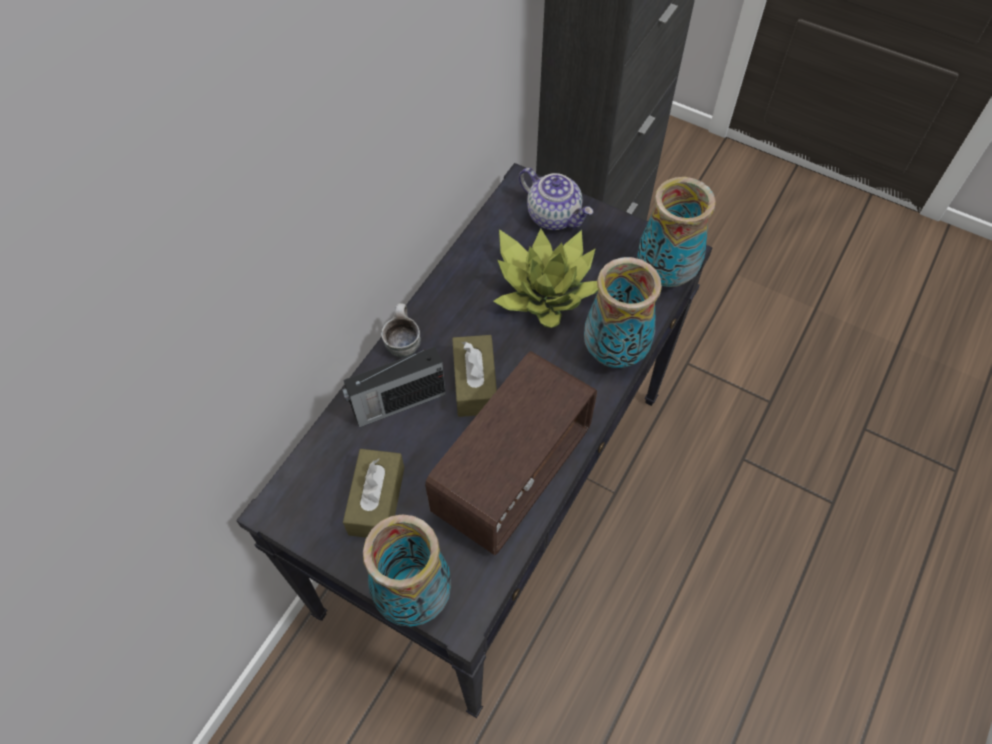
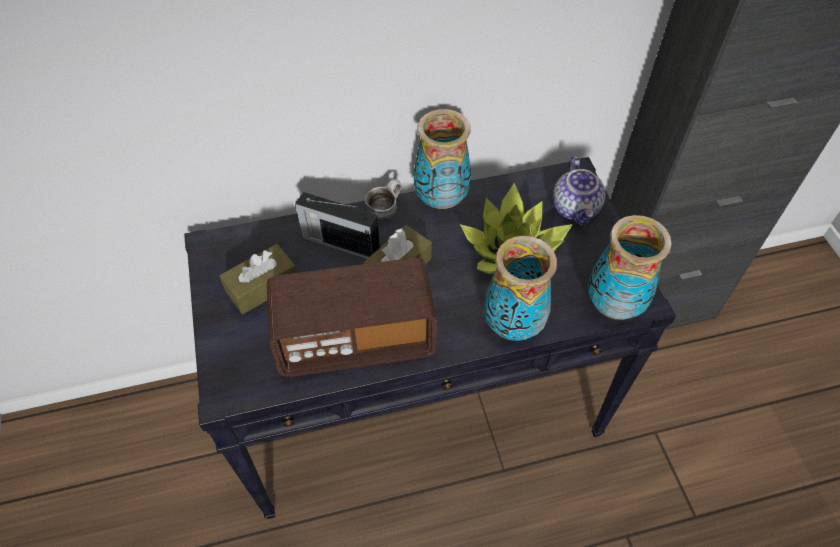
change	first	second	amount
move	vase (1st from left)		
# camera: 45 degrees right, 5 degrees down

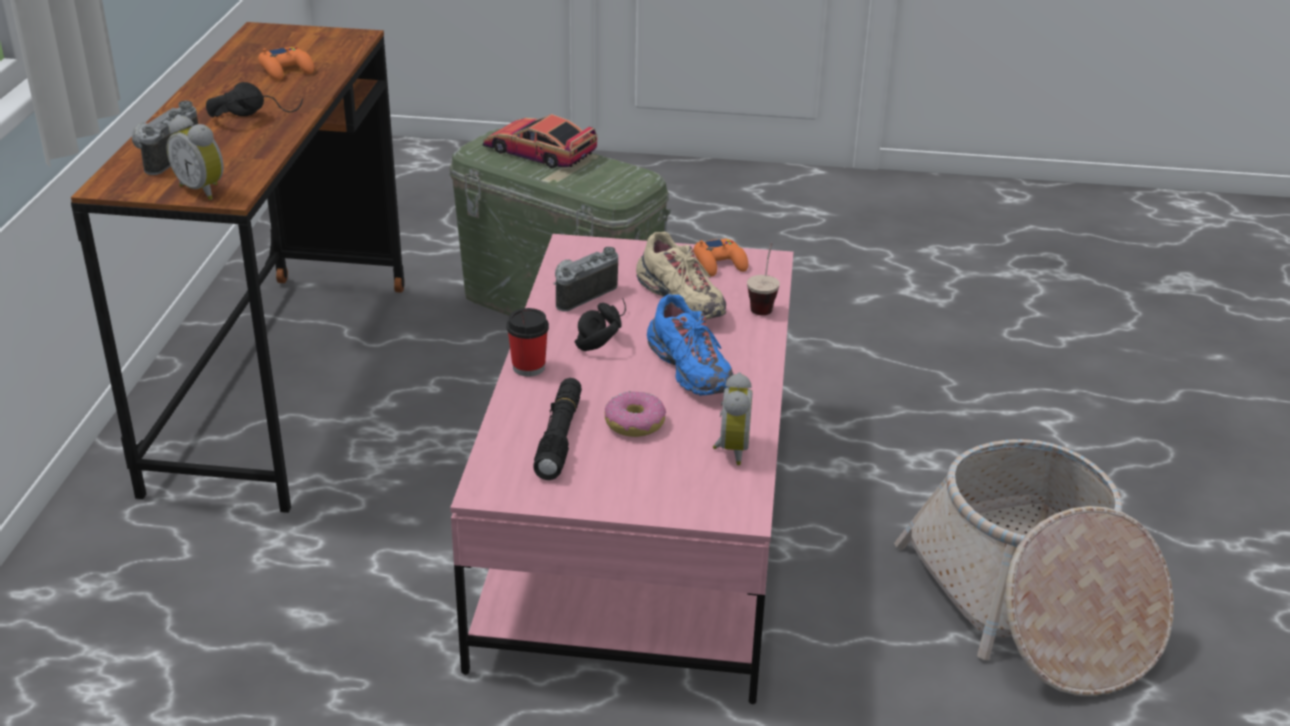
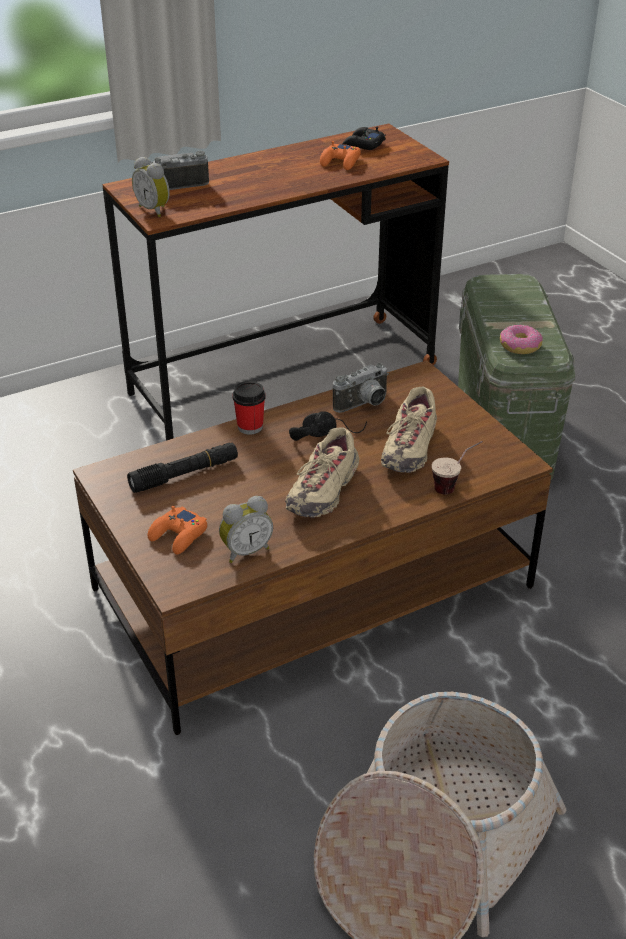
change	first	second	amount
delete	casque audio/noir (1st from left)		
delete	petite voiture		
insert		manette/noir	
move	beignet		
move	manette/orange (2nd from left in the first image)	manette/orange (1st from left)	
recolor	table basse/rose	table basse/marron	
recolor	chaussure/bleu	chaussure/beige (1st from left)	
rotate	réveil (1st from left)		45 degrees counterclockwise
rotate	appareil photo (2nd from left)		135 degrees clockwise
# camera: 55 degrees right, 5 degrees up

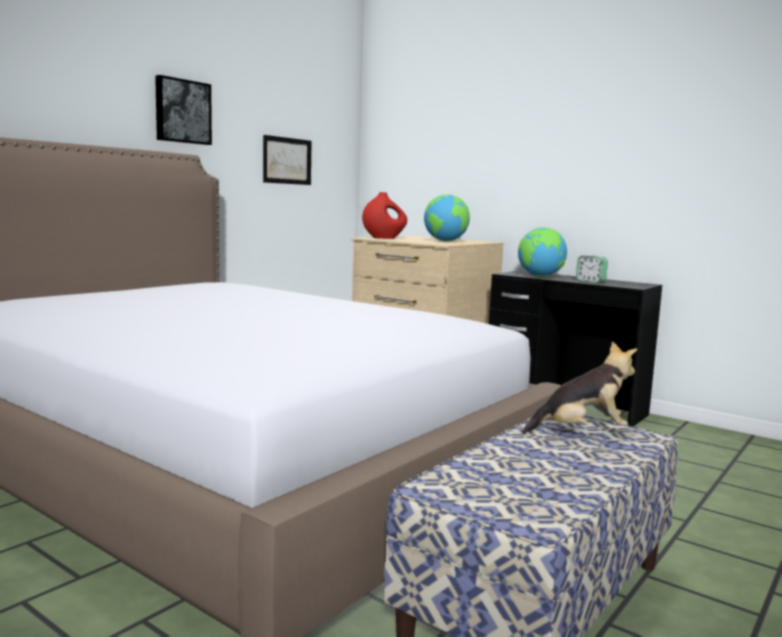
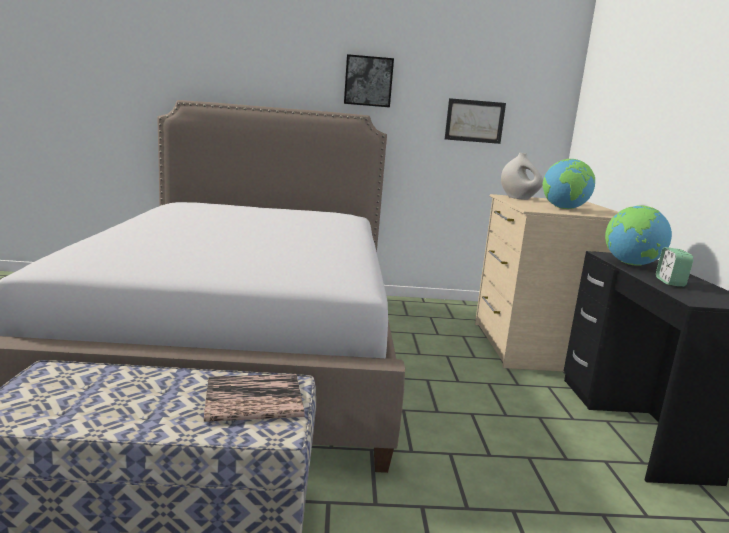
change	first	second	amount
replace	peluche	livre	
recolor	vase/rouge	vase/blanc	
# camera: 50 degrees right, 5 degrees up

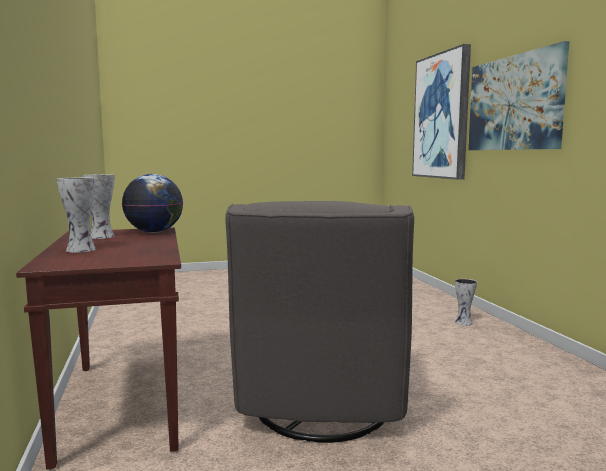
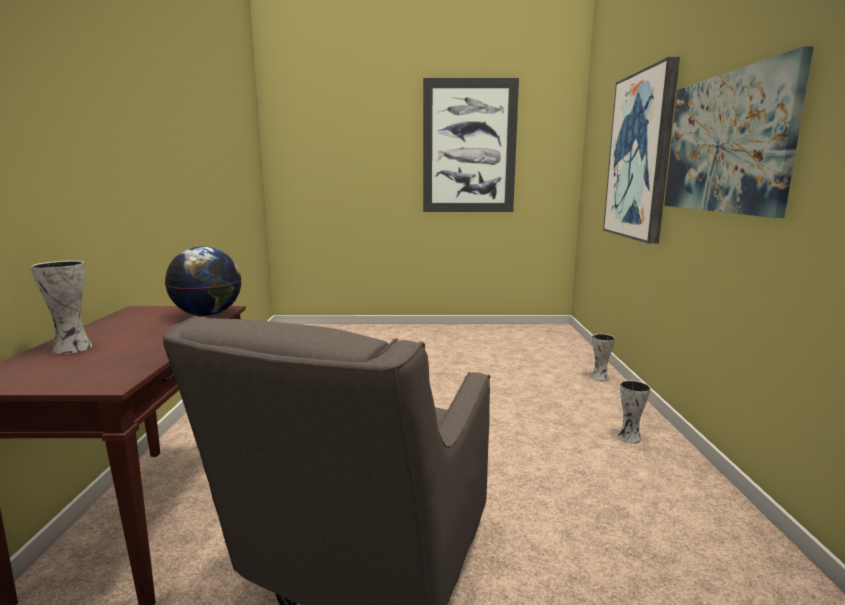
change	first	second	amount
insert		tableau (1st from left)	
move	vase (2nd from left)		
# camera: 15 degrees right, 5 degrees up

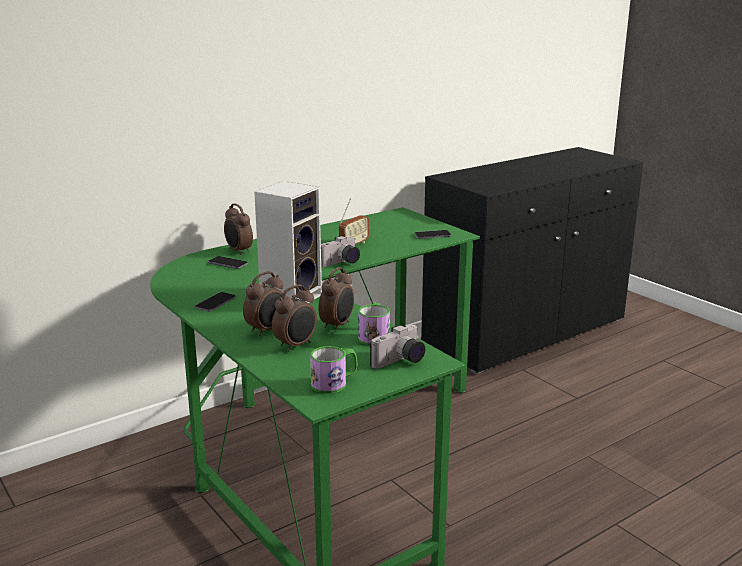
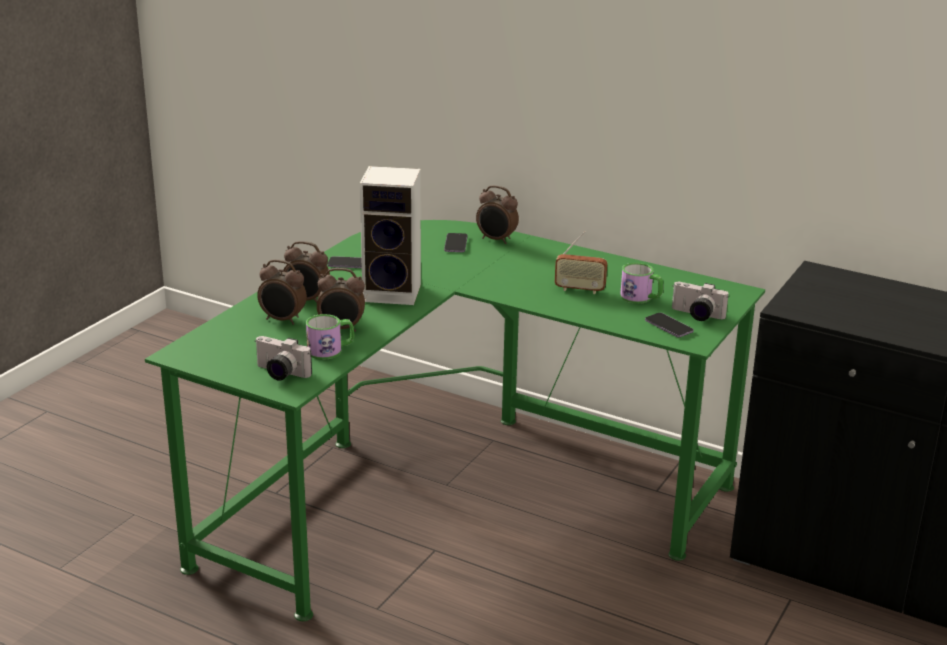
change	first	second	amount
move	mug (1st from left in the first image)	mug (2nd from left)	
move	appareil photo (1st from left in the first image)	appareil photo (2nd from left)	
rotate	réveil (1st from left in the first image)	réveil (4th from left)	90 degrees counterclockwise
# camera: 65 degrees right, 5 degrees up

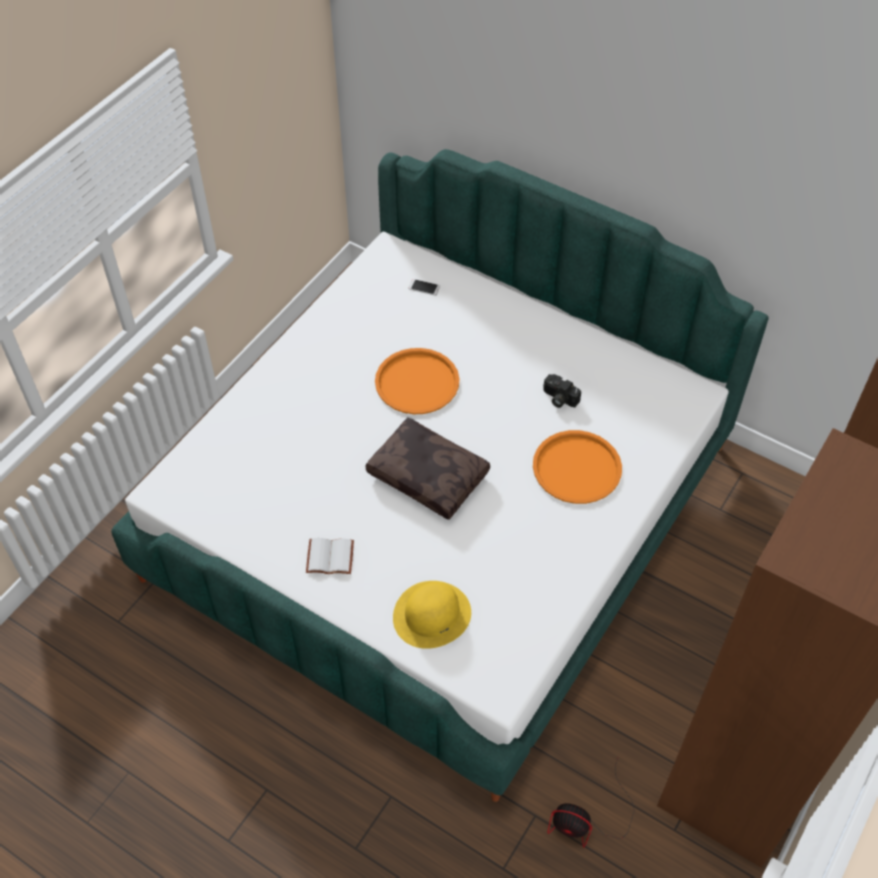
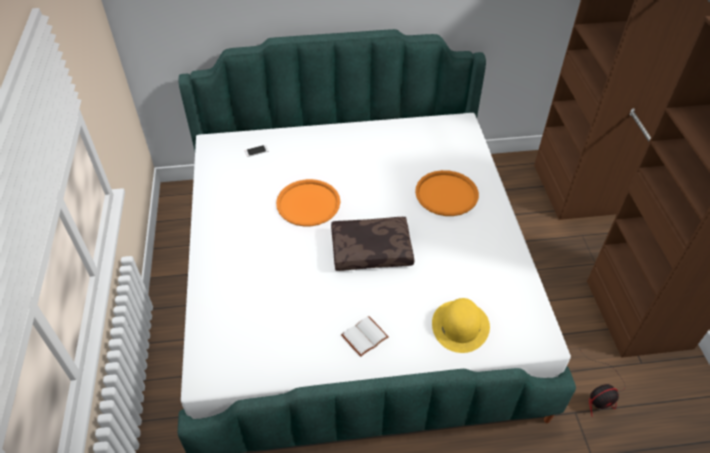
change	first	second	amount
delete	appareil photo		
# camera: 40 degrees left, 5 degrees down

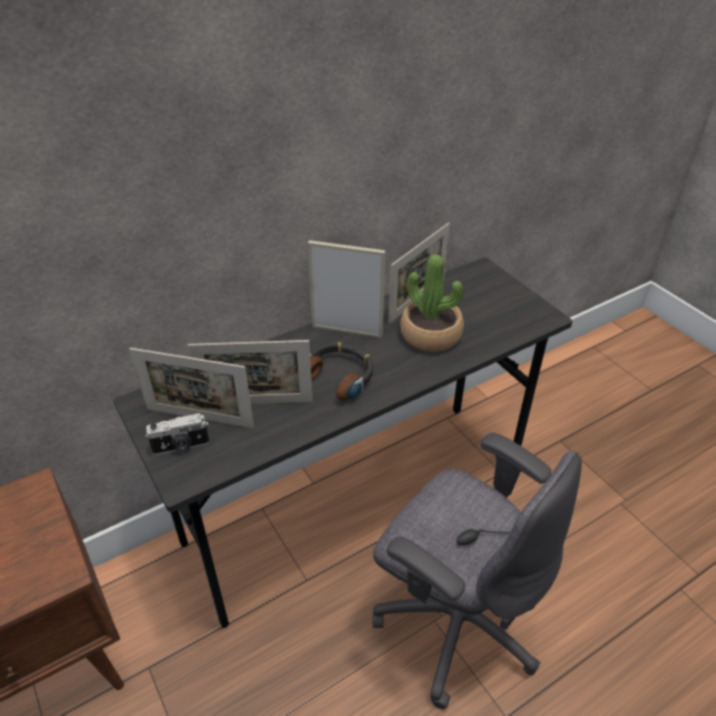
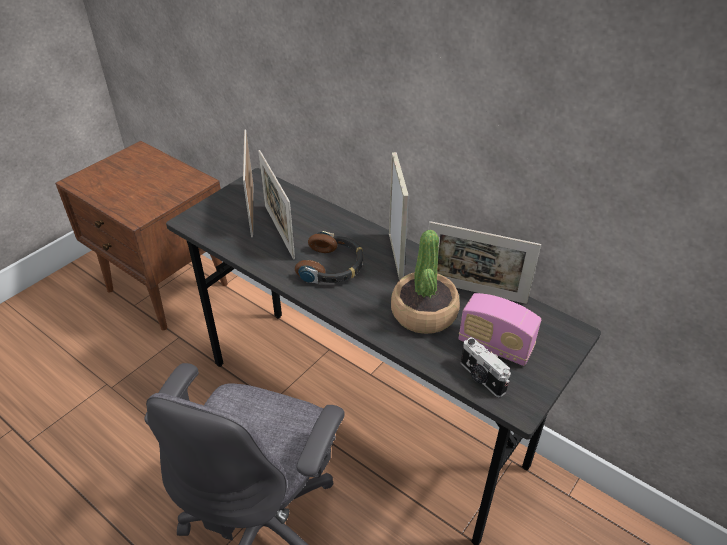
change	first	second	amount
insert		radio	
move	appareil photo		
# camera: 70 degrees right, 0 degrees up

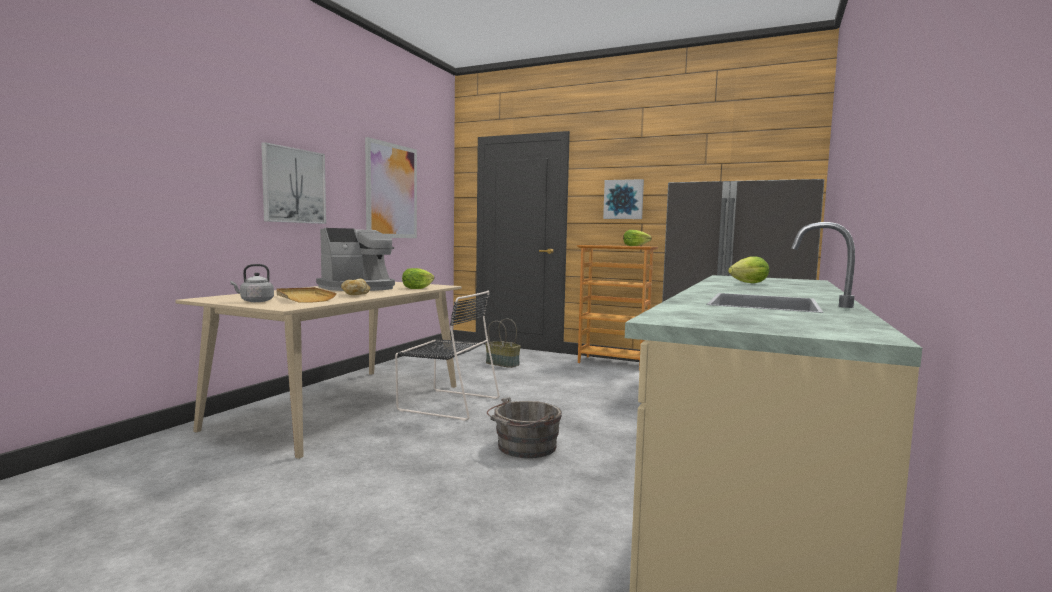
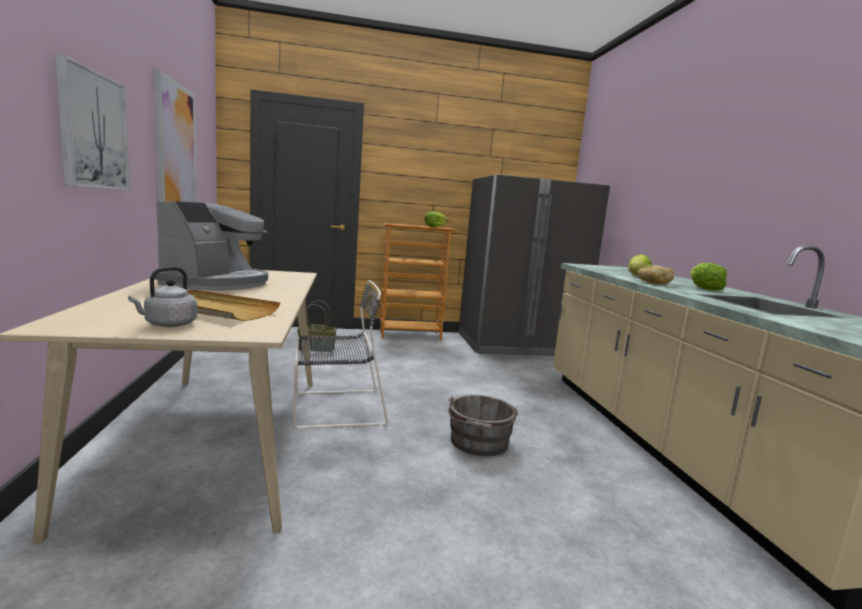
change	first	second	amount
delete	tableau (3rd from left)		
move	pain		
move	laitue (1st from left in the first image)	laitue (3rd from left)	
# camera: 35 degrees left, 5 degrees up

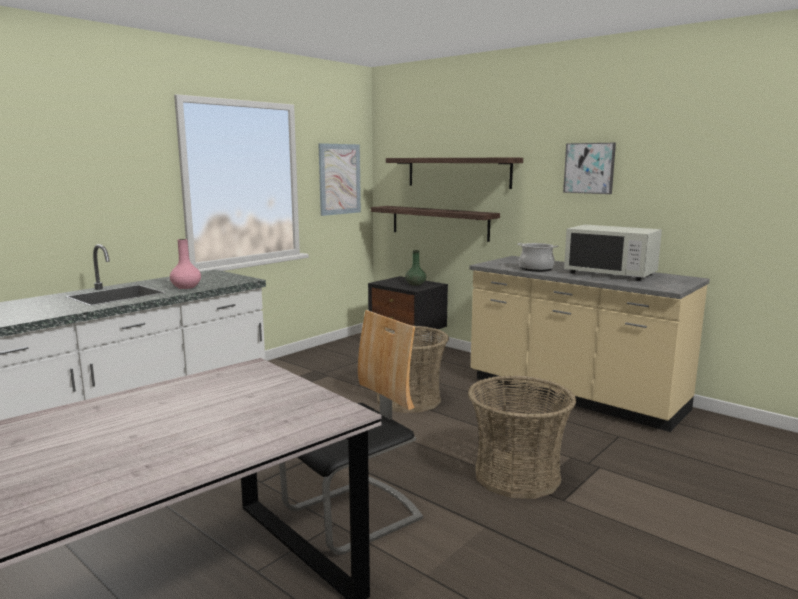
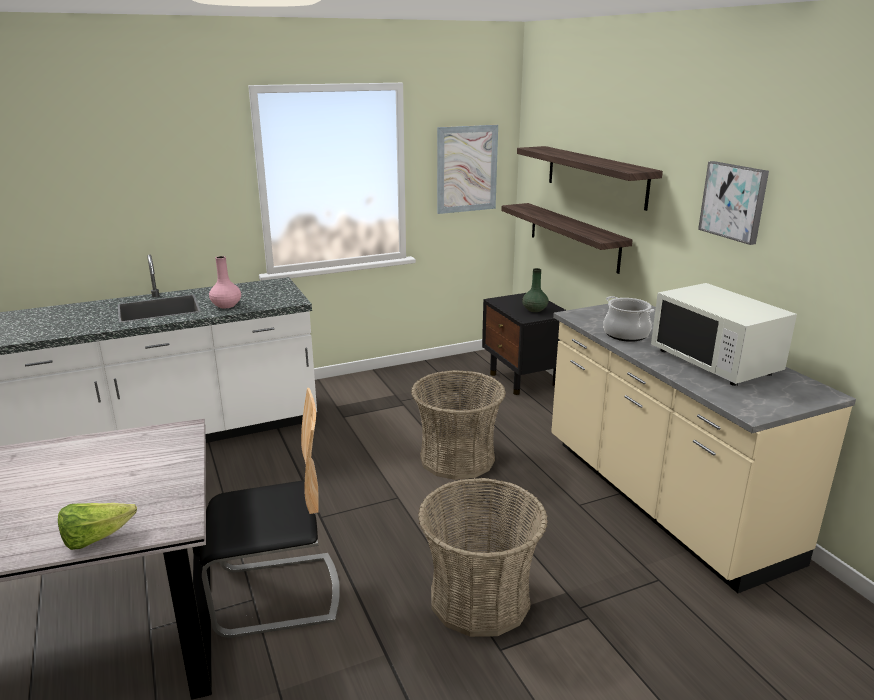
change	first	second	amount
insert		laitue	
# camera: 25 degrees right, 10 degrees up

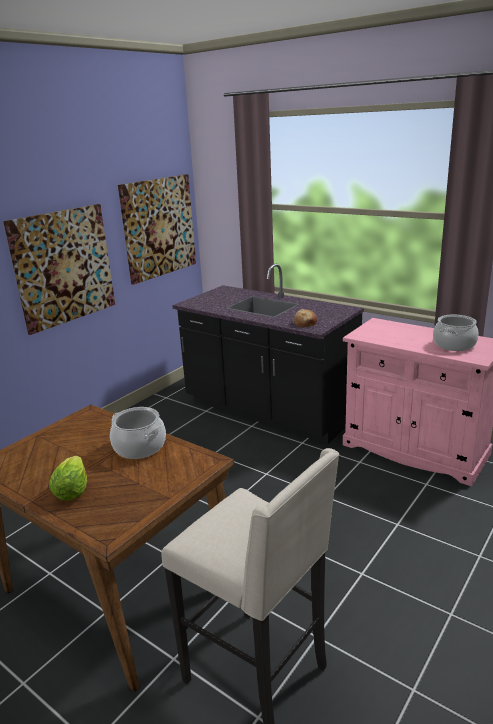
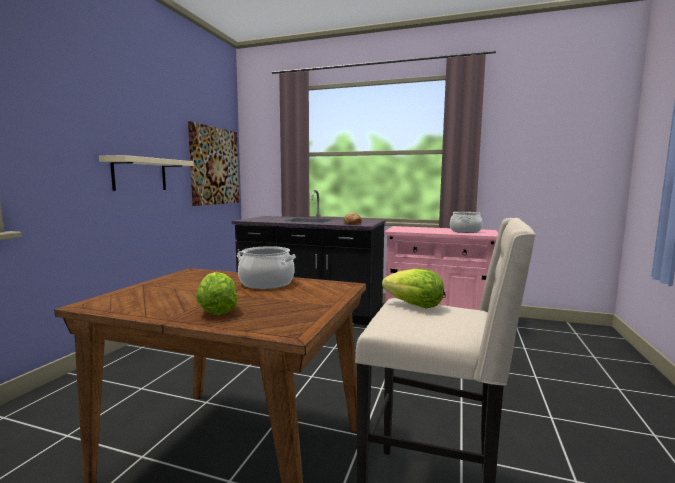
change	first	second	amount
insert		laitue (2nd from left)	
replace	tableau (1st from left)	étagère/beige	
# camera: 20 degrees left, 15 degrees down

